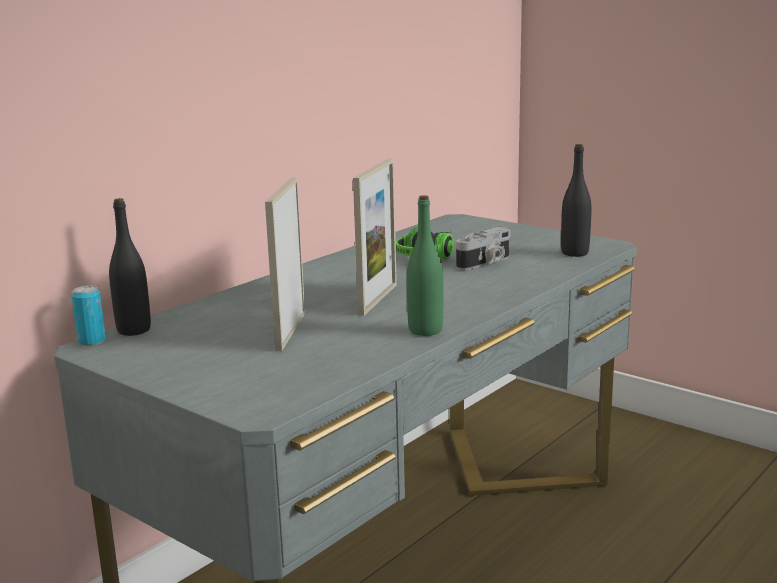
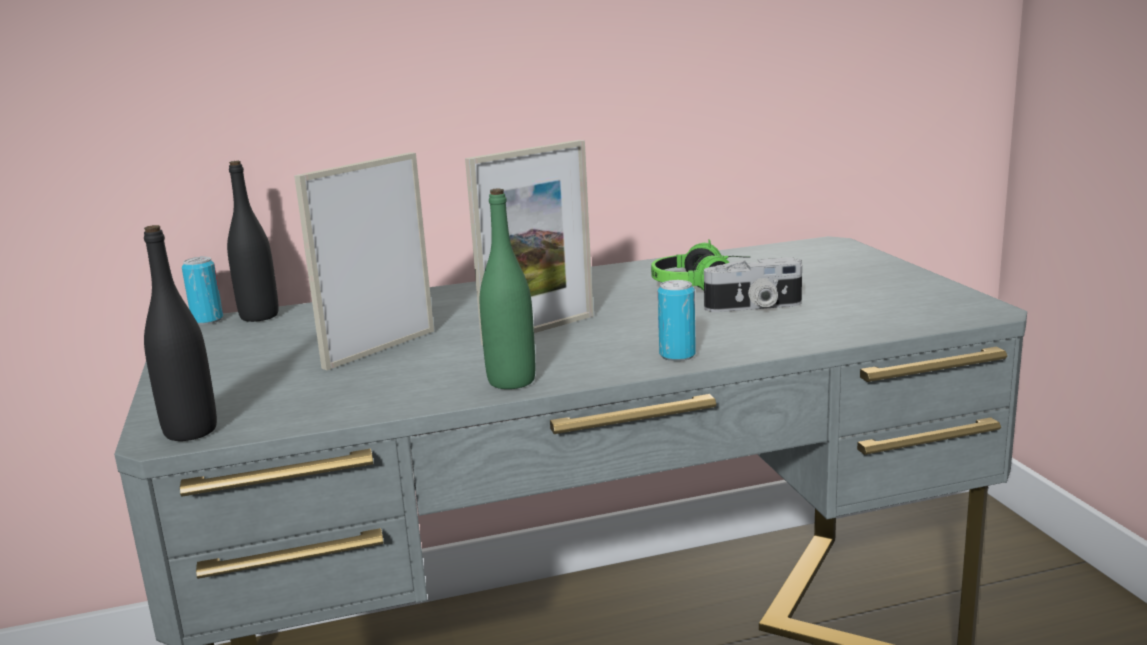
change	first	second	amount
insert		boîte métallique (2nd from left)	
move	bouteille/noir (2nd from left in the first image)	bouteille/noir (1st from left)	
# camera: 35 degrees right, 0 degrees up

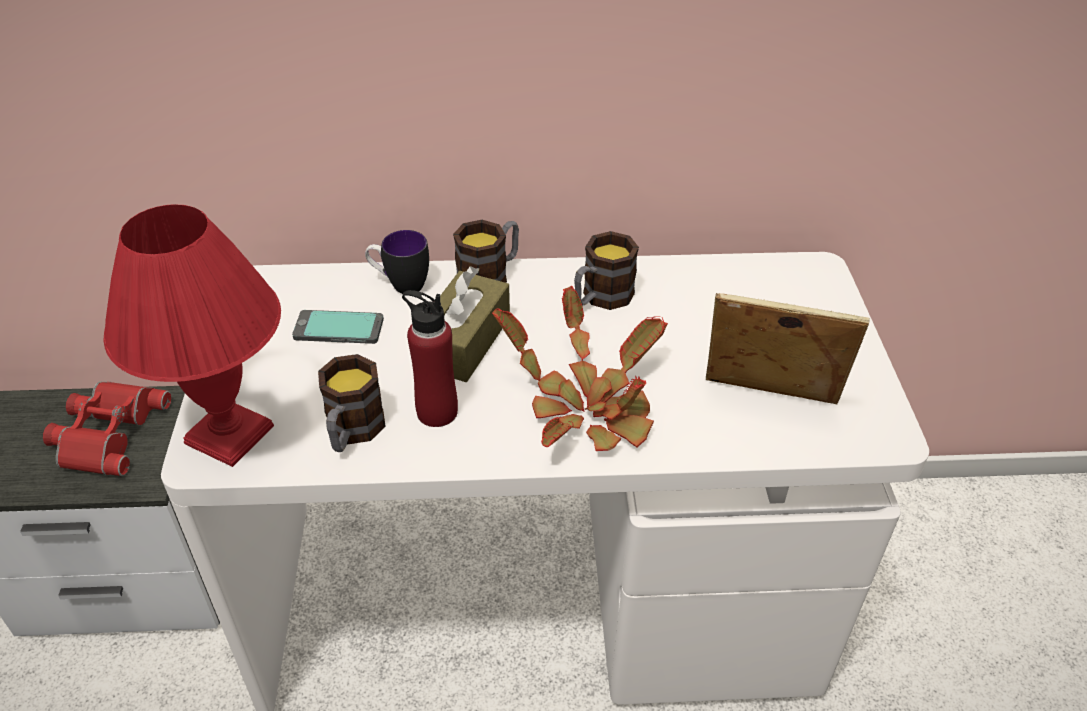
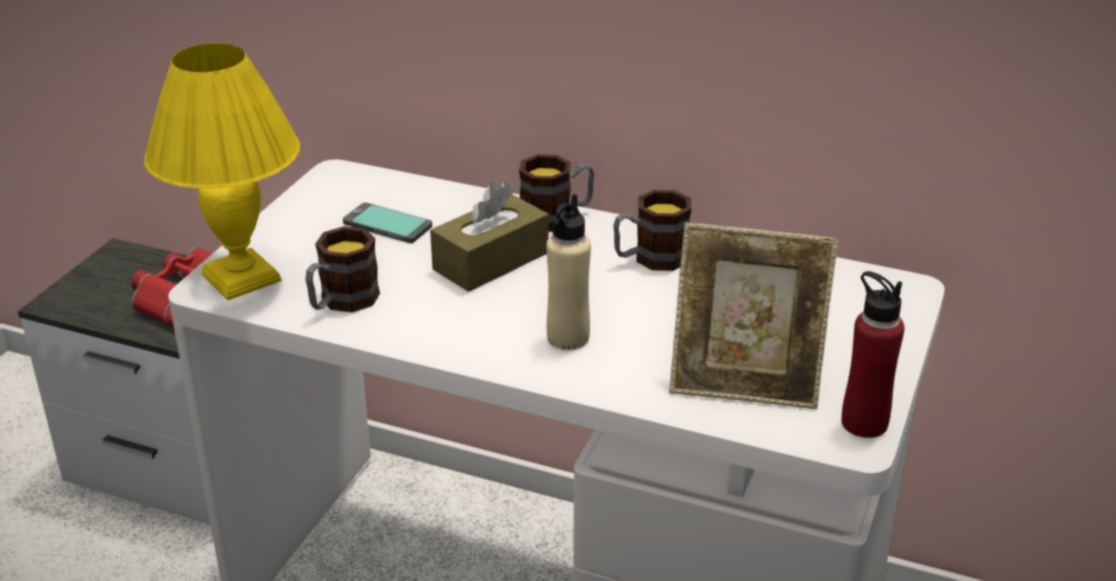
change	first	second	amount
delete	mug (2nd from left)		
move	bouteille/rouge		
replace	plante en pot	bouteille/beige	
recolor	lampe de table/rouge	lampe de table/jaune	
rotate	cadre photo		150 degrees clockwise
# camera: 25 degrees right, 10 degrees down

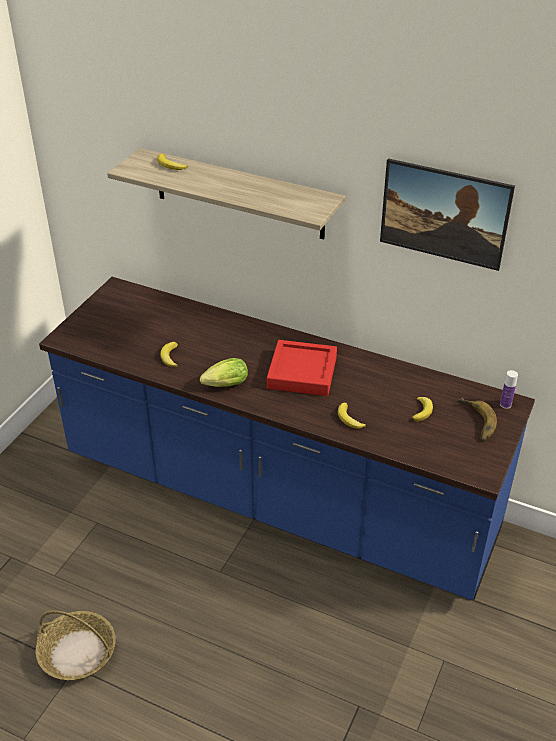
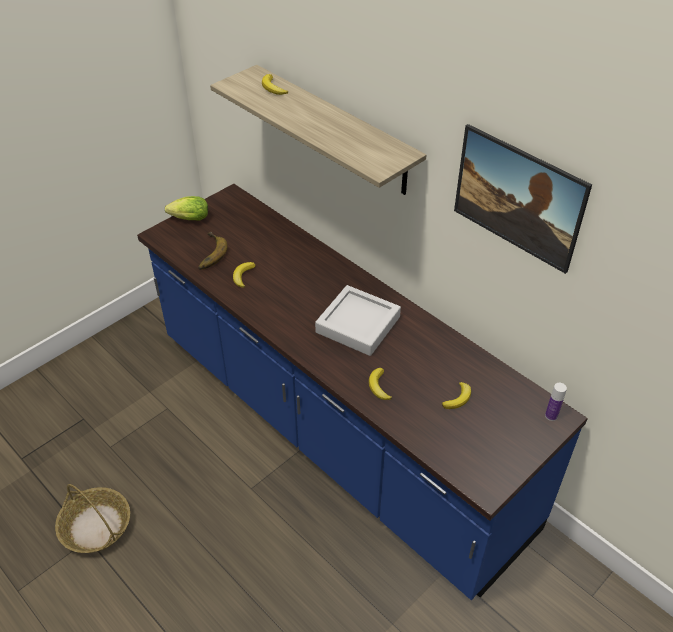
change	first	second	amount
move	laitue		
move	banane (5th from left in the first image)	banane (1st from left)	
recolor	plateau/rouge	plateau/gris	
# camera: 20 degrees right, 5 degrees up

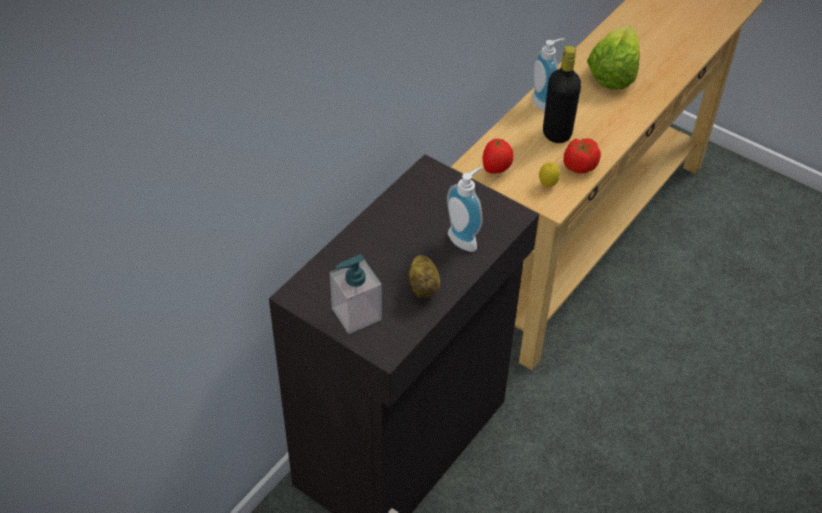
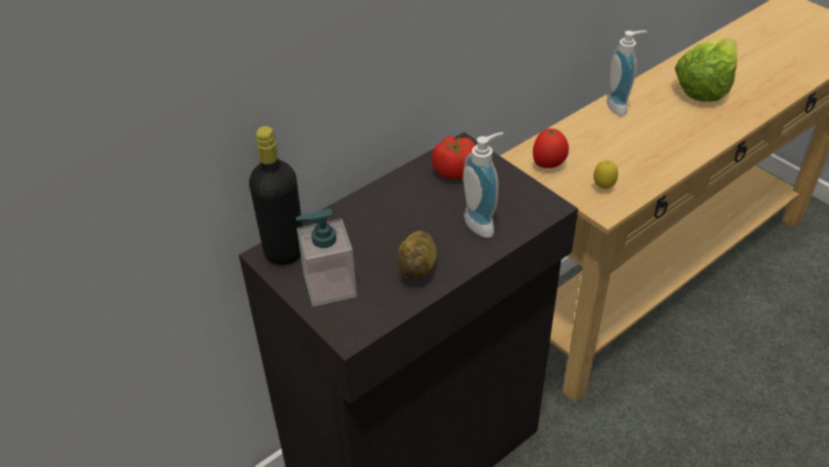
change	first	second	amount
move	bouteille/noir		
move	tomate (2nd from left in the first image)	tomate (1st from left)	
# camera: 15 degrees right, 5 degrees down

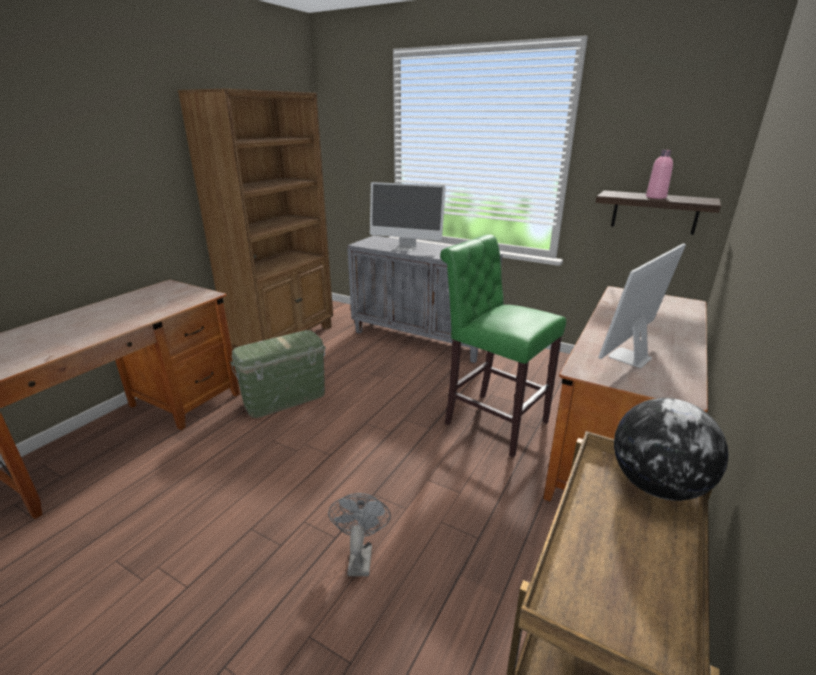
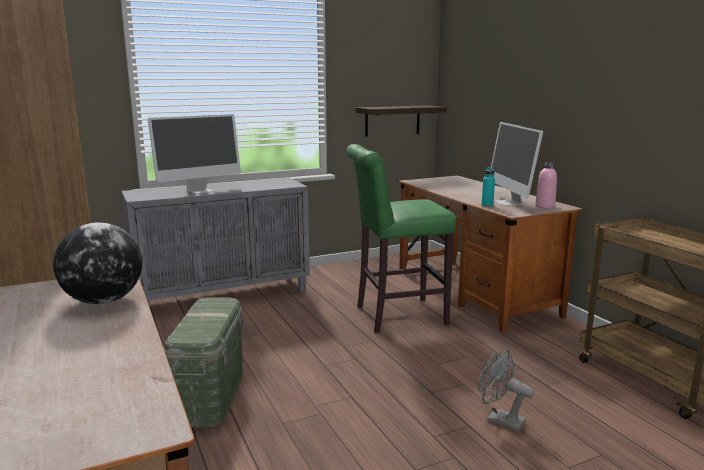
change	first	second	amount
insert		bouteille/turquoise	
move	globe		
move	bouteille/rose		
# camera: 55 degrees left, 10 degrees down

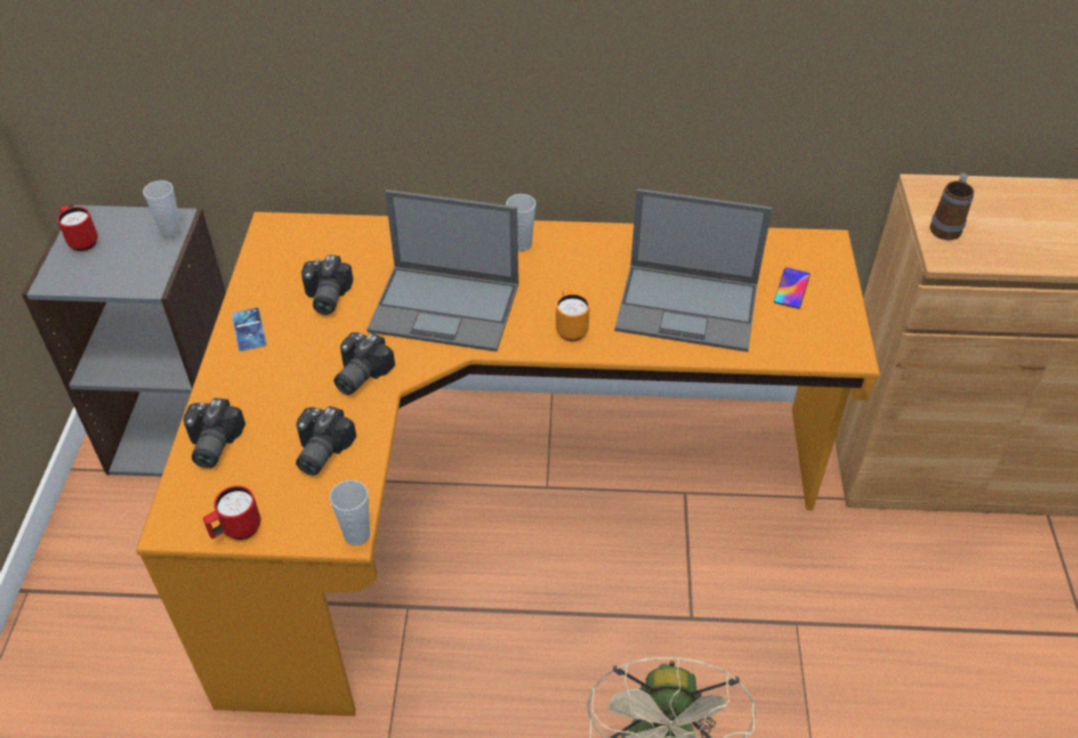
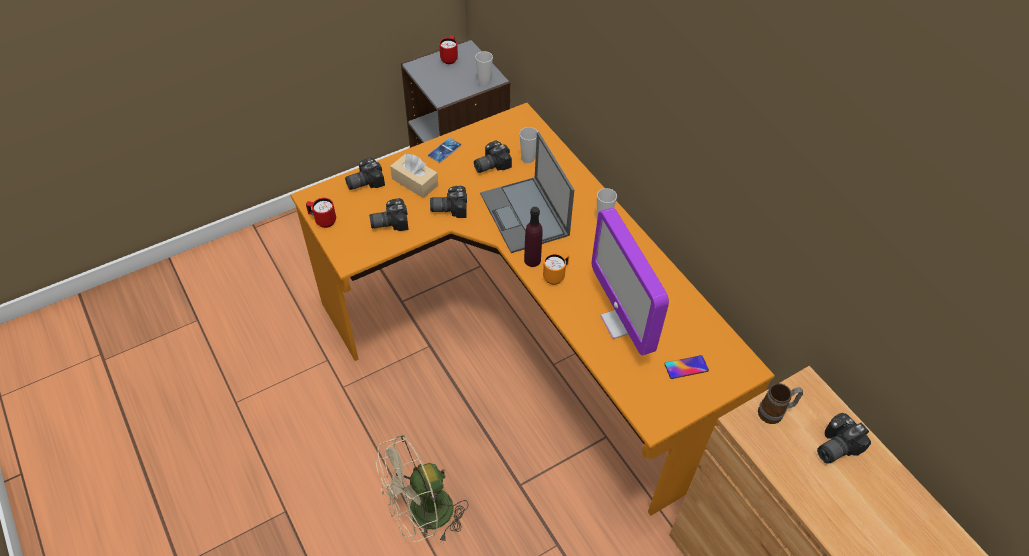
change	first	second	amount
insert		boîte à mouchoirs/beige	
insert		bouteille/violet	
insert		appareil photo (5th from left)	
move	tasse (2nd from left)		
replace	ordinateur portable (2nd from left)	écran d'ordinateur	
# camera: 55 degrees right, 5 degrees up

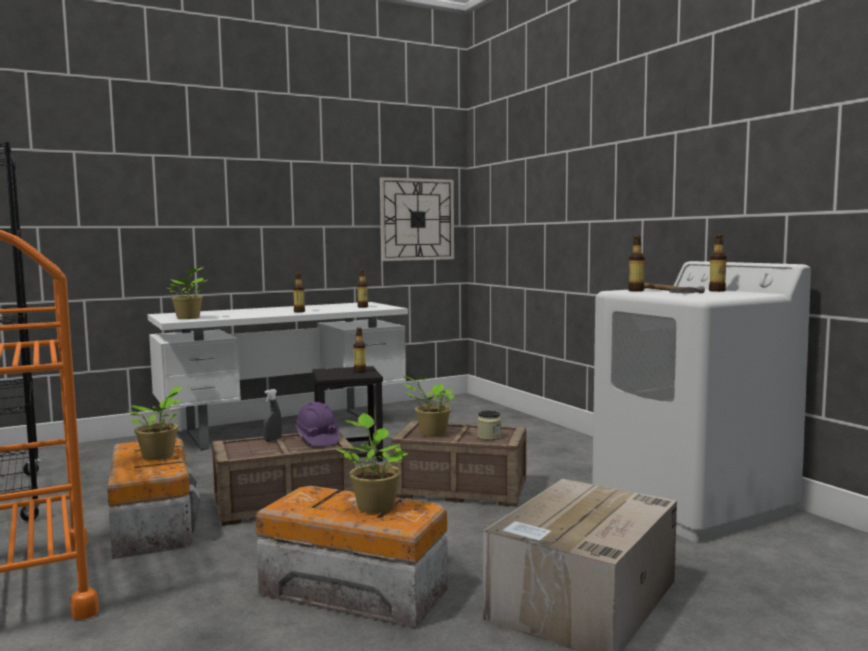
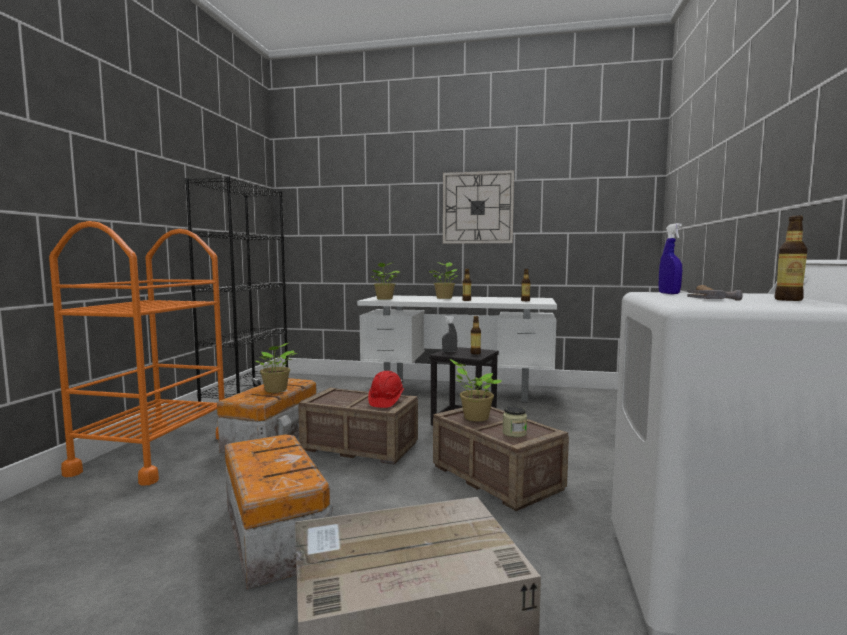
change	first	second	amount
move	vaporisateur/gris		
move	plante en pot (3rd from left)		
move	horloge murale		
replace	bouteille (4th from left)	vaporisateur/bleu	
recolor	casque de chantier/violet	casque de chantier/rouge	
# camera: 40 degrees right, 0 degrees up

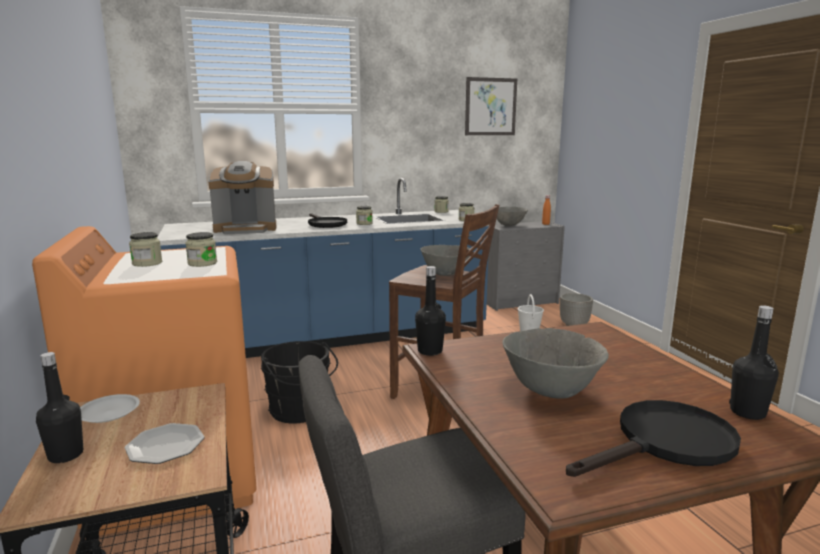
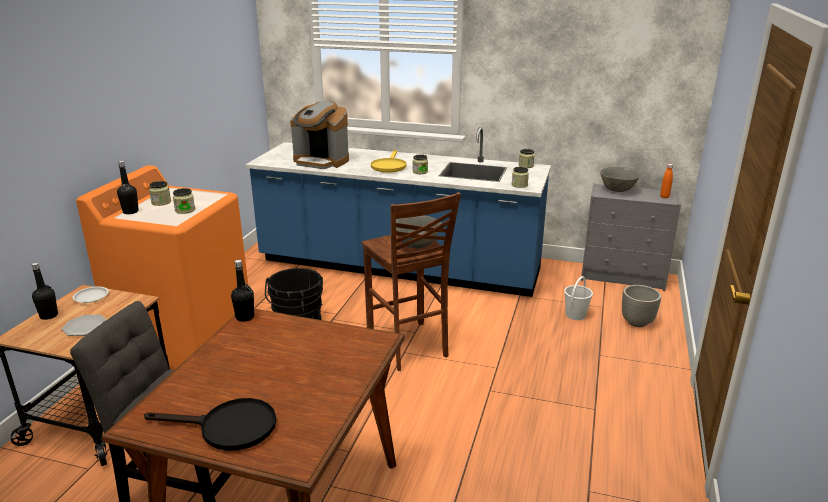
change	first	second	amount
delete	tableau		
delete	bol/gris (3rd from left)		
move	bouteille/noir (3rd from left in the first image)	bouteille/noir (2nd from left)	
recolor	poêle/noir (1st from left)	poêle/jaune	
# camera: 35 degrees right, 10 degrees up

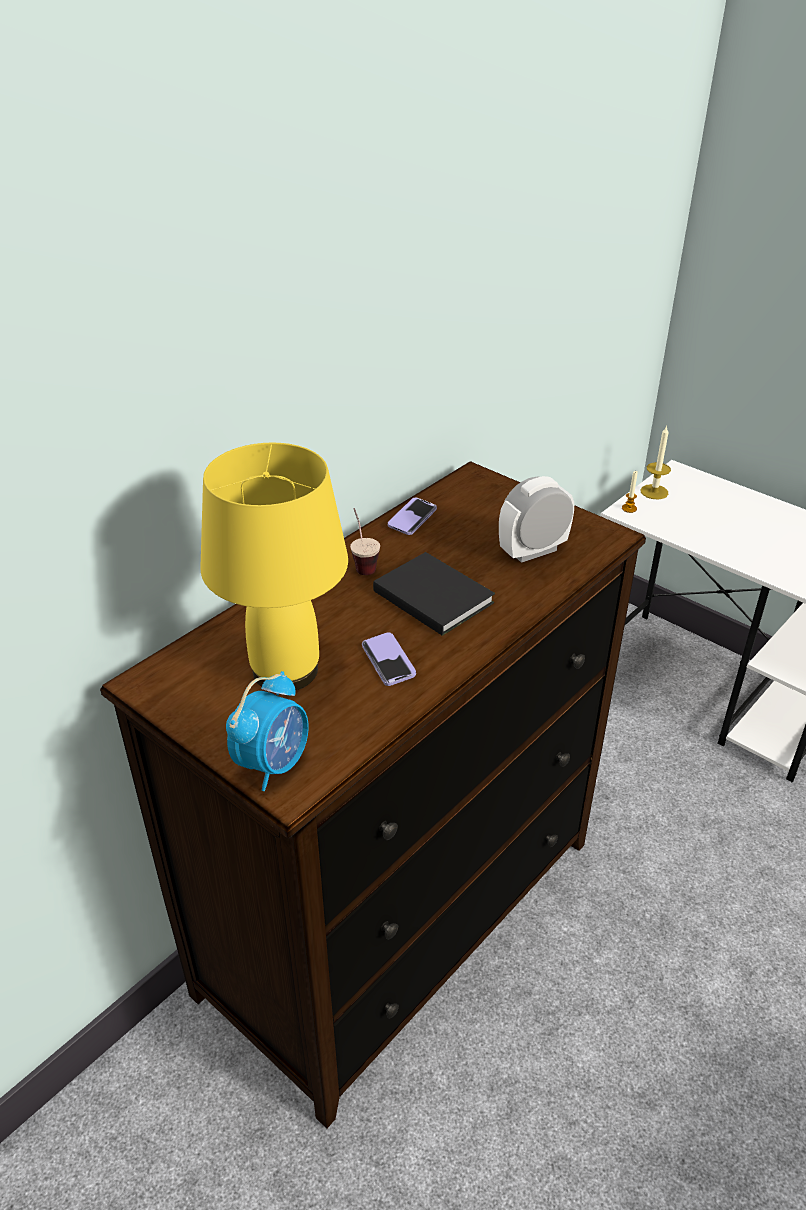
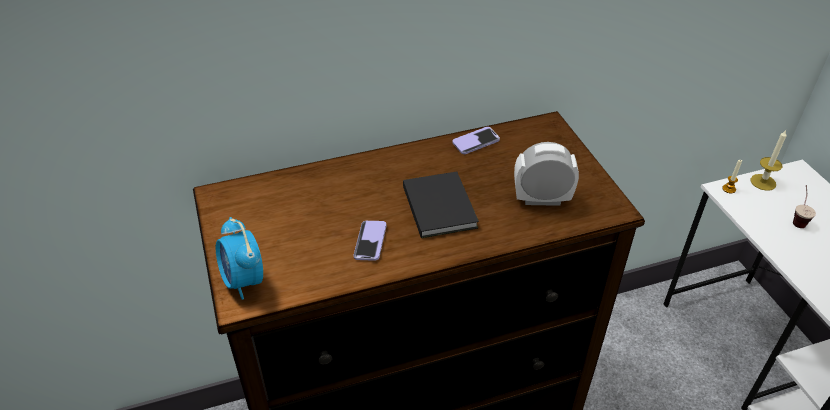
change	first	second	amount
delete	lampe de table/jaune		
move	tasse		
rotate	réveil (1st from left)		90 degrees clockwise
# camera: 30 degrees right, 5 degrees up

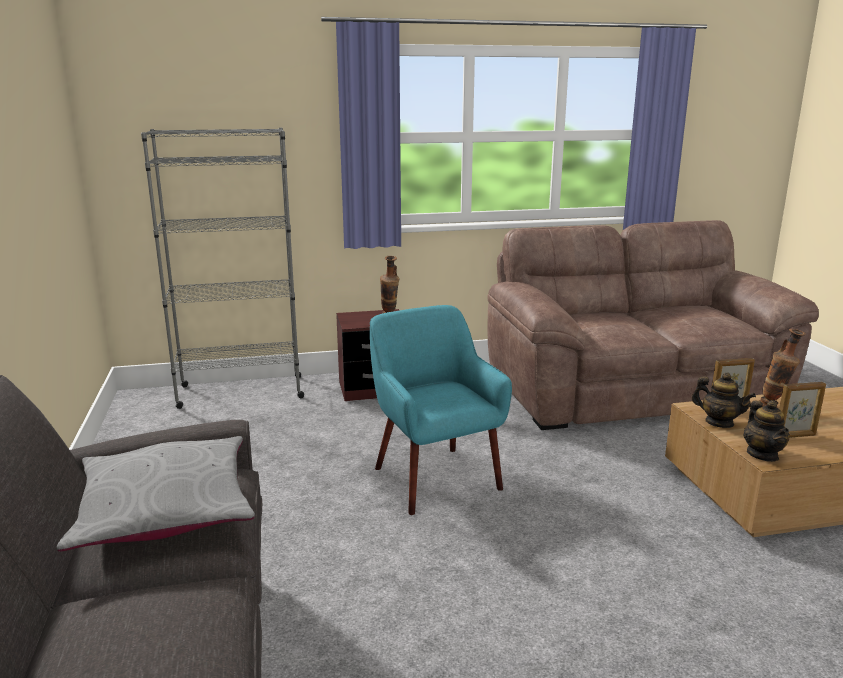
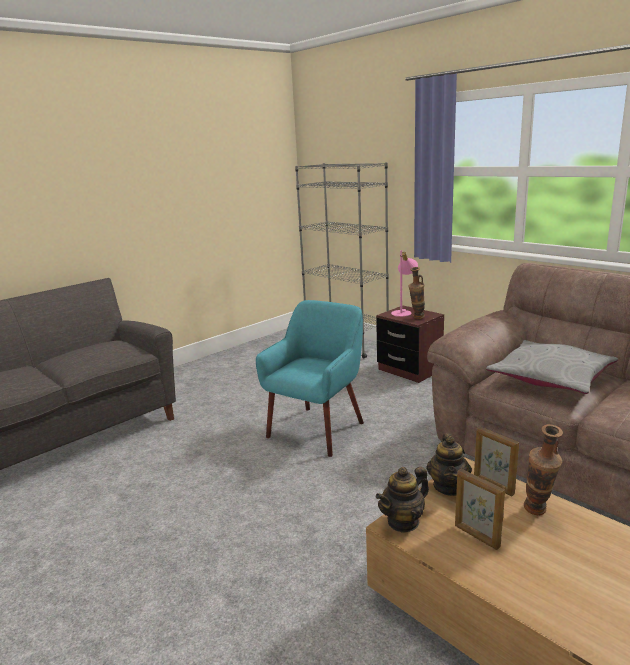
change	first	second	amount
insert		lampe de table/rose	
move	coussin/gris		
# camera: 60 degrees right, 0 degrees up

